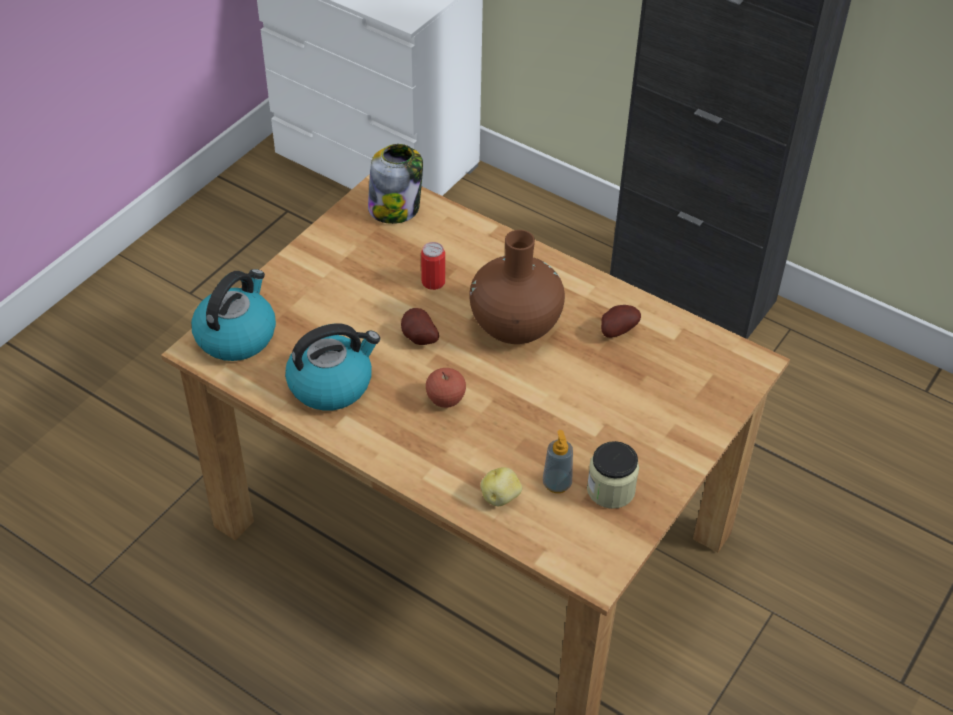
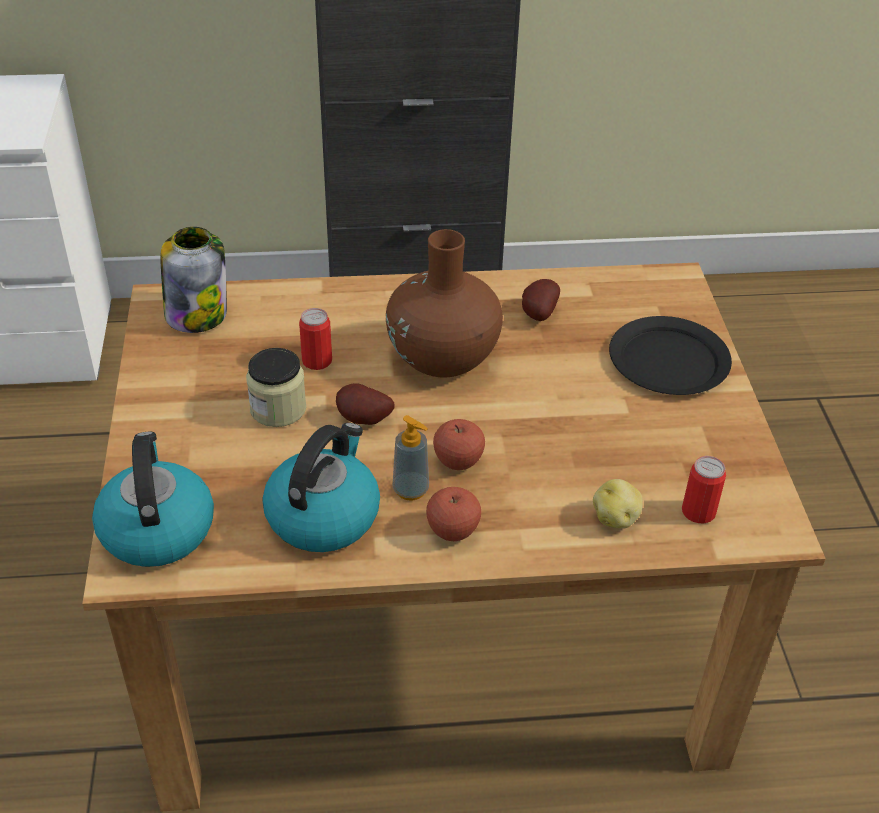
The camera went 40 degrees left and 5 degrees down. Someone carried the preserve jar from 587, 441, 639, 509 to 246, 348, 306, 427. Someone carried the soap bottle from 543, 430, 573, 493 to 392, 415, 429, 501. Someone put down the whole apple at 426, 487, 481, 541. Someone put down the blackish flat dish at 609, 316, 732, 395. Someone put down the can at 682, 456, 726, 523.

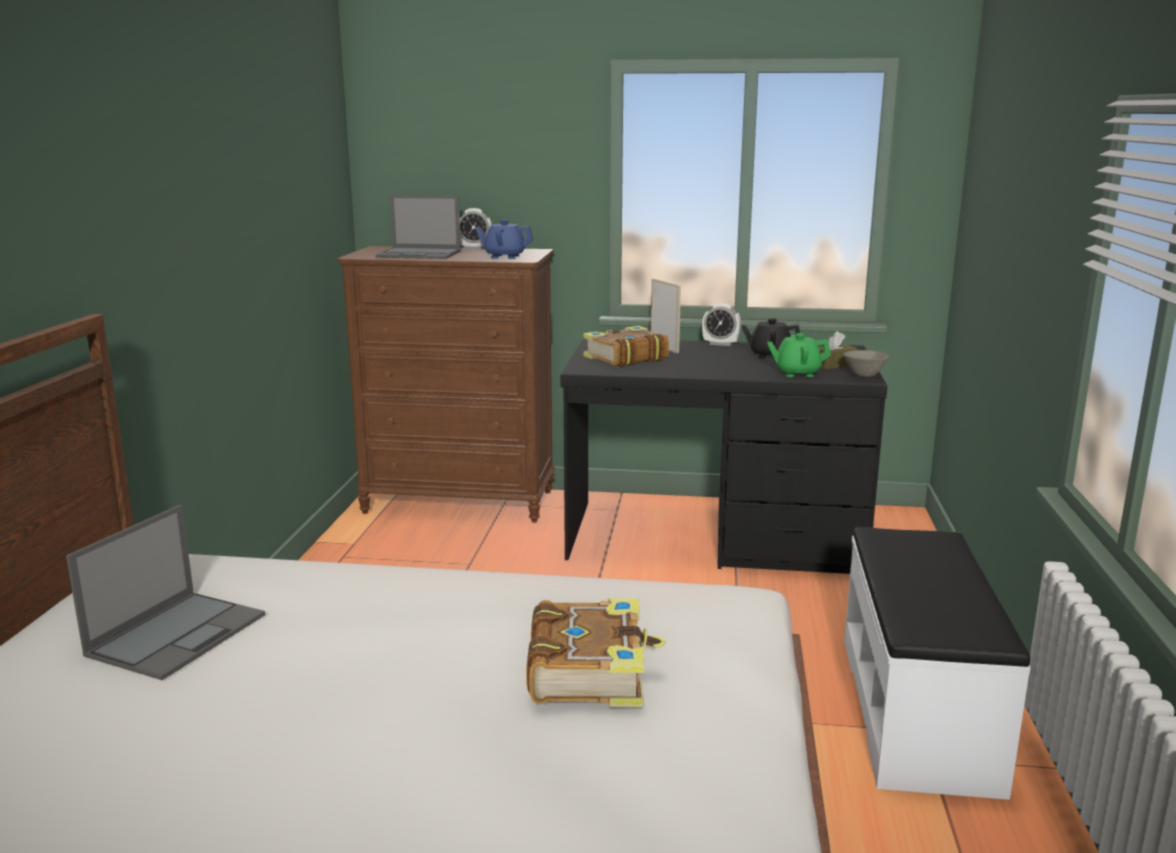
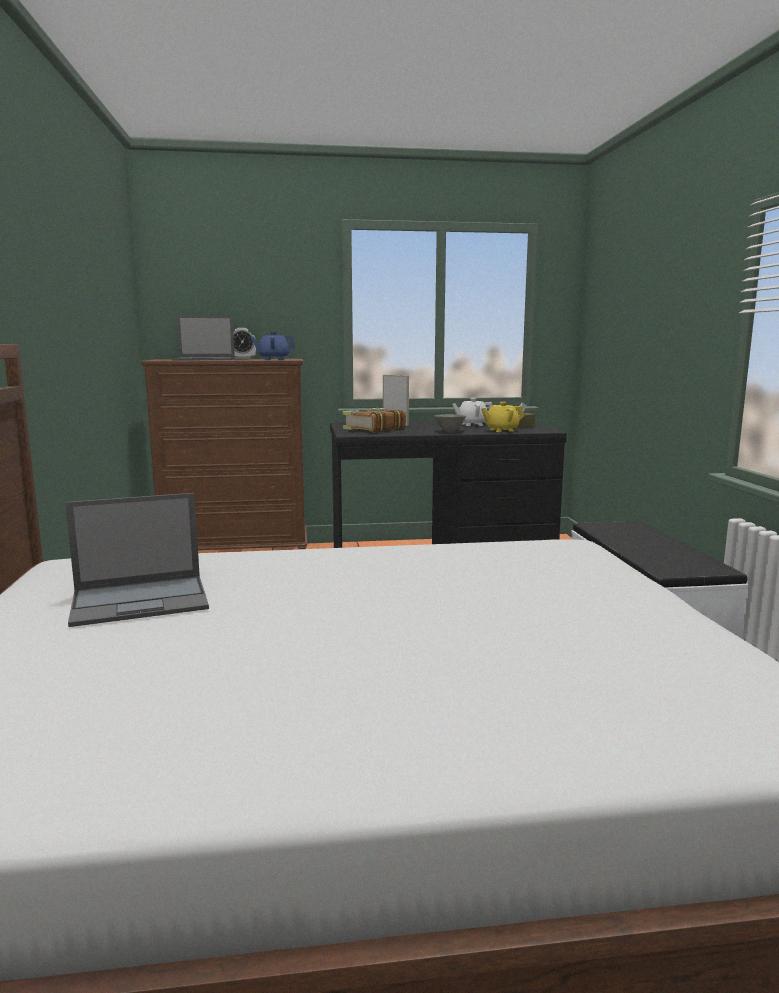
The camera went 15 degrees left and 5 degrees down. Someone rotated the portable computer at 66, 505, 265, 680 by 60 degrees clockwise. Someone carried the gray serving bowl from 844, 350, 889, 378 to 435, 414, 466, 432. Someone repainted the blackish tea pot at 741, 318, 800, 359, which became the whitish tea pot at 452, 398, 493, 426. Someone repainted the green tea pot at 767, 333, 831, 377, which became the yellow tea pot at 481, 402, 524, 432. Someone took away the book at 526, 598, 665, 707. Someone took away the bedside clock at 702, 303, 741, 346.

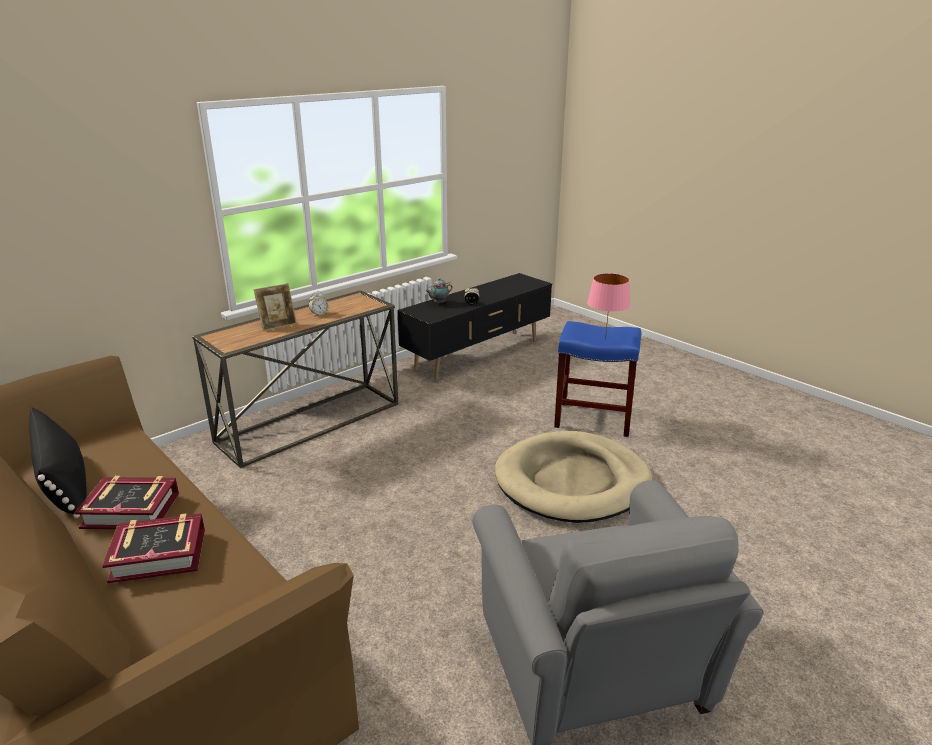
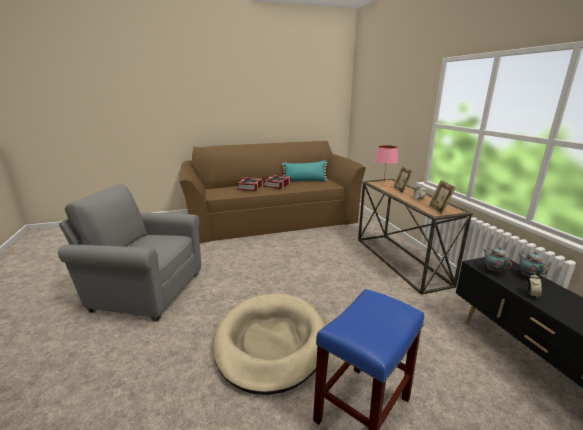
The camera went 115 degrees right and 5 degrees down. Someone repainted the blackish pillow at 29, 407, 87, 518, which became the turquoise-coloured pillow at 282, 160, 327, 181. Someone carried the pink-coloured tabletop lamp from 587, 273, 631, 340 to 374, 145, 398, 179. Someone put down the picture frame at 428, 180, 456, 215. Someone put down the tea pot at 483, 246, 512, 273.

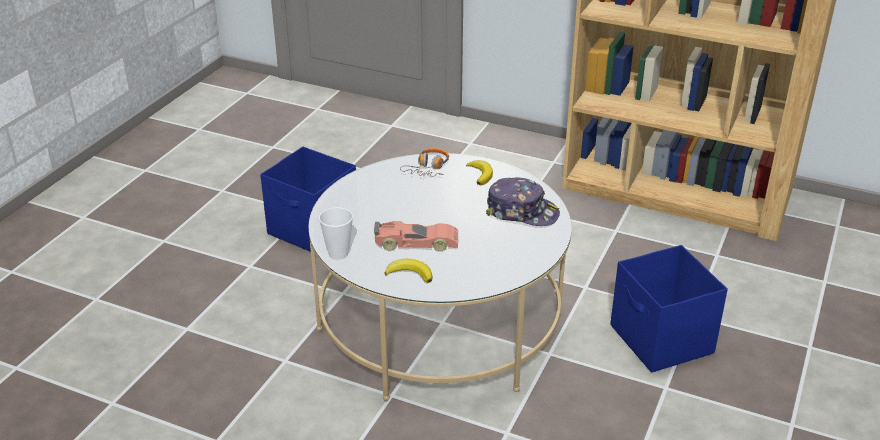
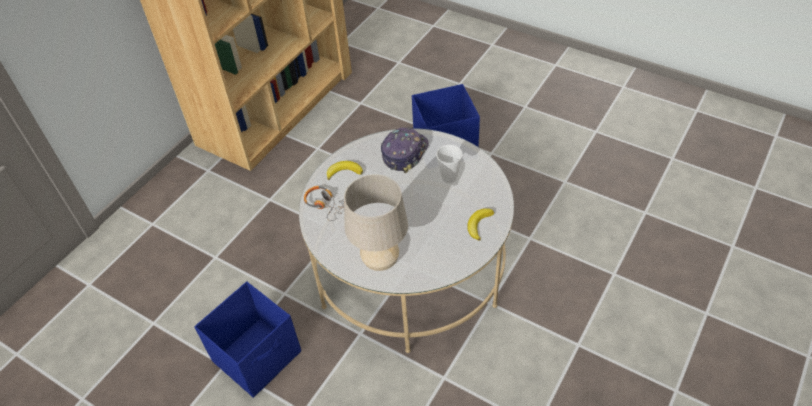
The camera went 80 degrees left and 15 degrees up. Someone put down the sand-coloured tabletop lamp at 344, 174, 408, 271. Someone carried the cup from 319, 207, 353, 260 to 436, 145, 463, 183. Someone took away the model car at 374, 221, 458, 251.

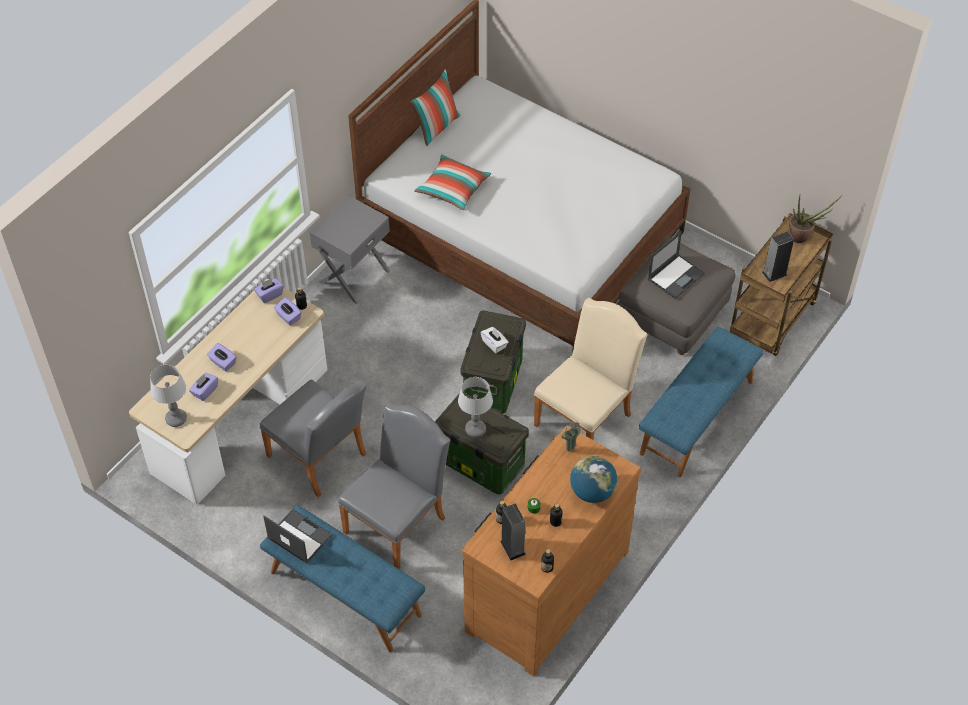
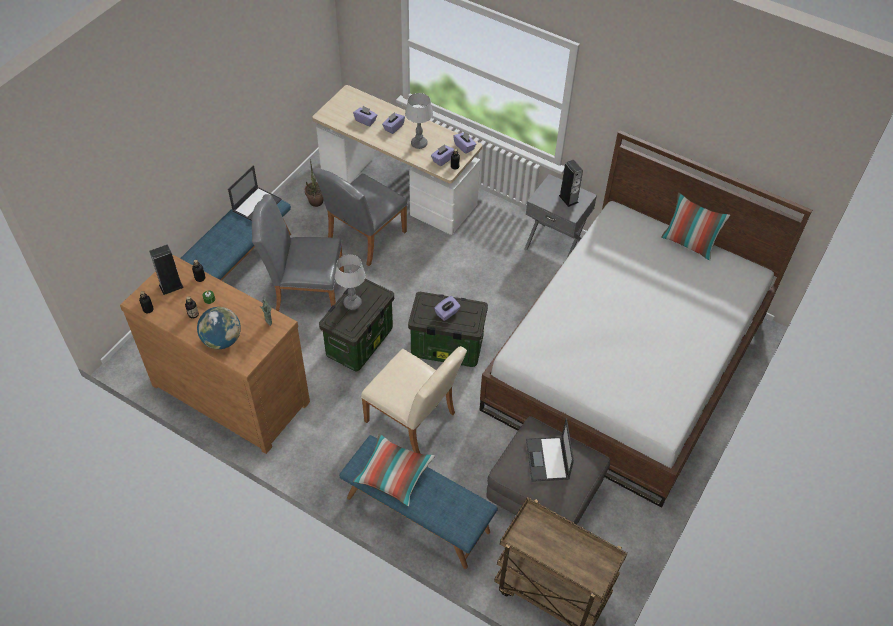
The camera went 85 degrees right and 0 degrees up. Someone rotated the gray chair at 338, 401, 450, 569 by 150 degrees clockwise. Someone carried the houseplant from 789, 195, 841, 243 to 305, 159, 324, 207. Someone carried the pillow from 414, 154, 491, 210 to 353, 434, 435, 506. Someone carried the tabletop lamp from 150, 365, 187, 427 to 405, 93, 433, 149. Someone repainted the whitish tissue box at 481, 327, 508, 353, which became the purple-coloured tissue box at 434, 296, 461, 321. Someone rotated the portable computer at 648, 231, 705, 299 by 45 degrees clockwise. Someone carried the audio speaker from 762, 231, 794, 282 to 559, 160, 583, 207.

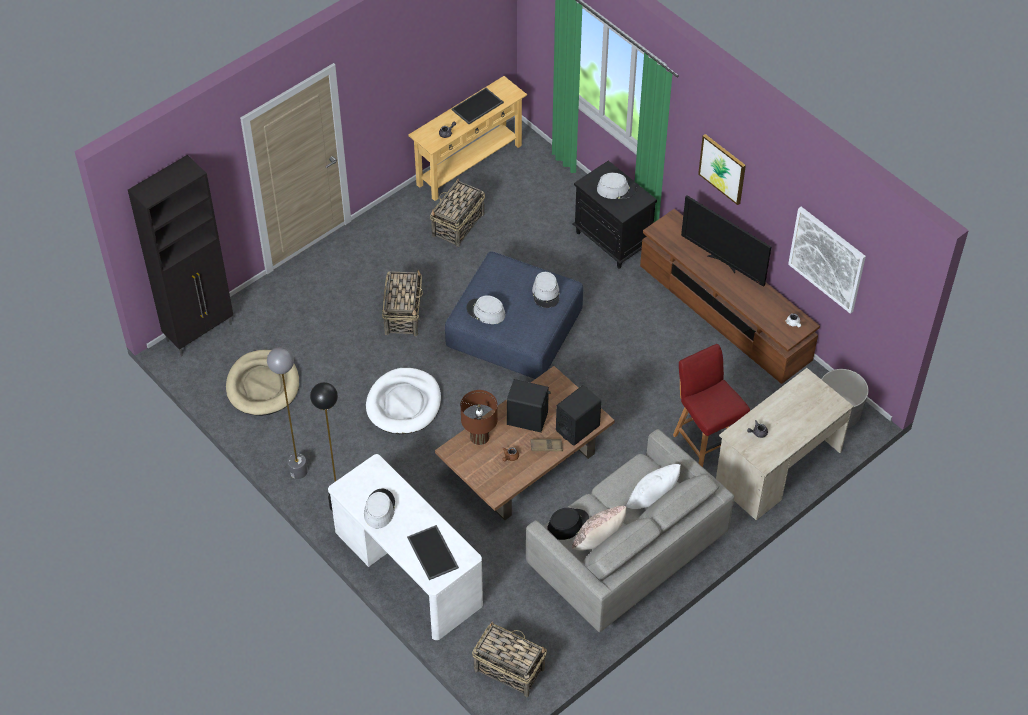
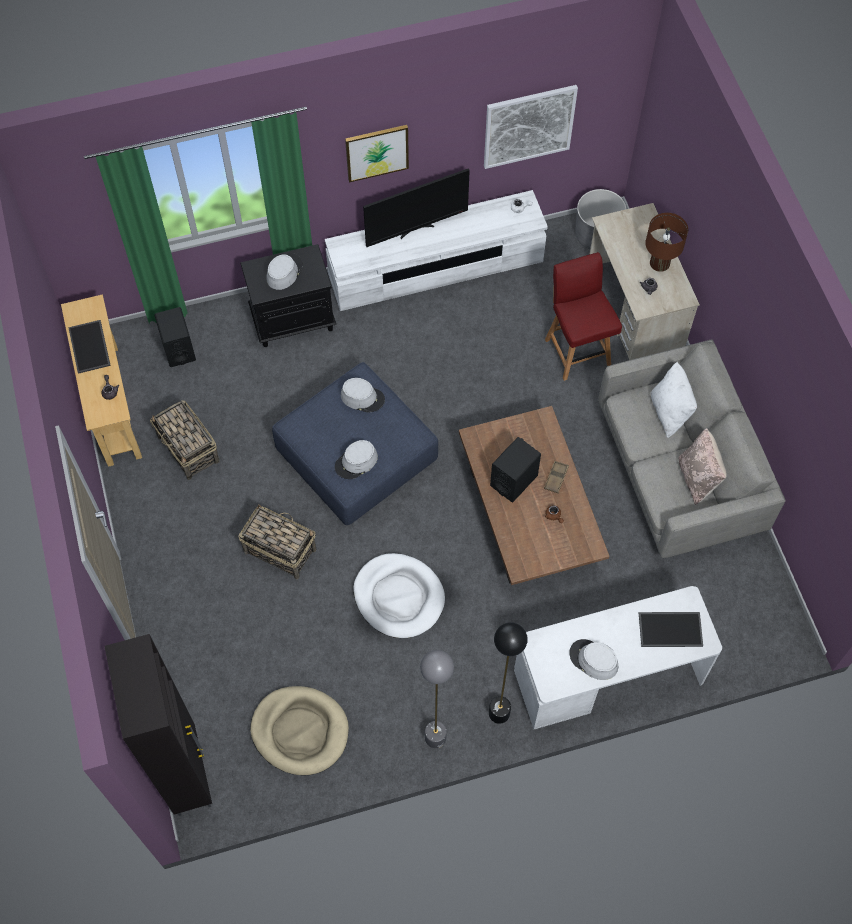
The camera went 65 degrees left and 10 degrees up. Someone carried the blackish audio speaker from 556, 385, 601, 446 to 154, 307, 196, 367. Someone repainted the brown tv unit at 640, 209, 820, 384, which became the whitish tv unit at 325, 190, 548, 311. Someone rotated the red chair at 673, 344, 750, 467 by 75 degrees clockwise. Someone carried the brown tabletop lamp from 460, 390, 498, 445 to 645, 213, 688, 272. Someone took away the basket at 472, 622, 547, 697. Someone took away the blackish wearable hat at 547, 508, 589, 540.

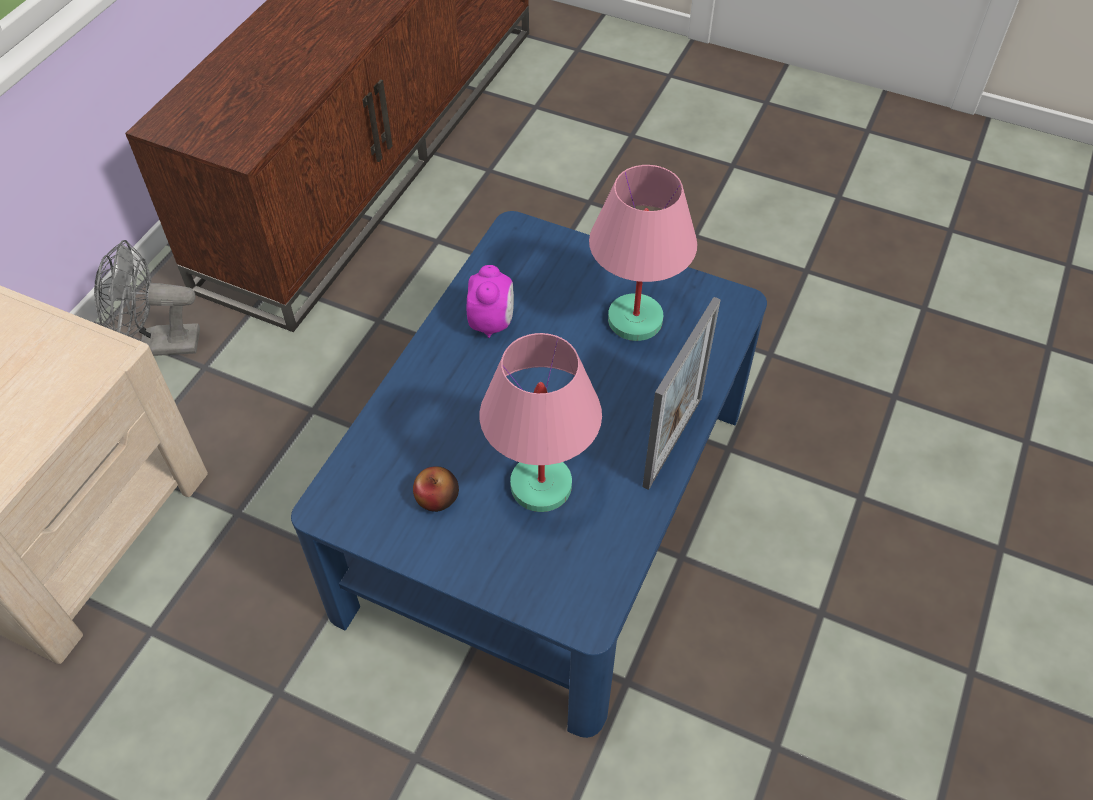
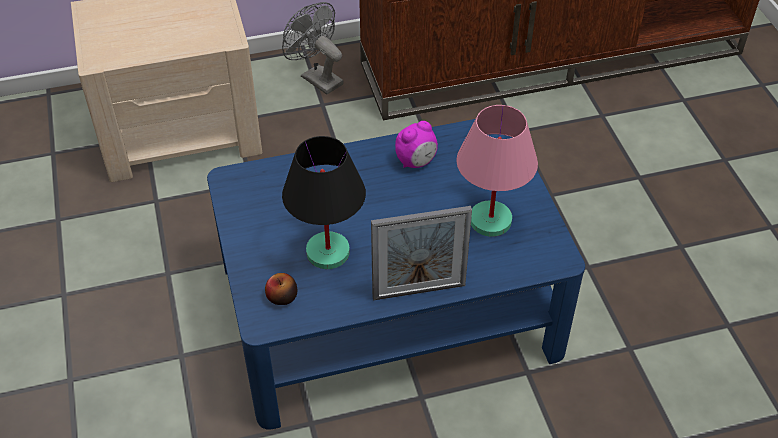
The camera went 50 degrees right and 5 degrees down. Someone carried the whole apple from 413, 466, 459, 512 to 265, 273, 297, 305. Someone repainted the pink-coloured tabletop lamp at 480, 333, 602, 512, which became the blackish tabletop lamp at 282, 136, 366, 269.

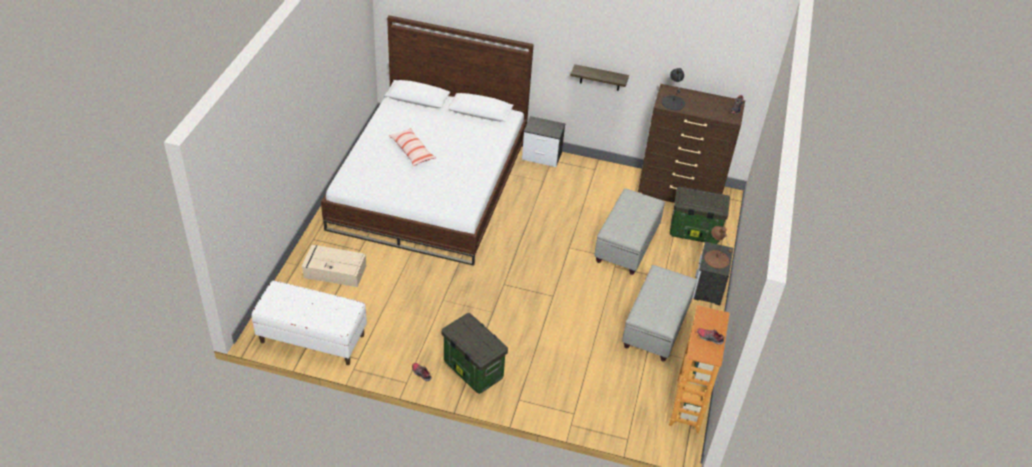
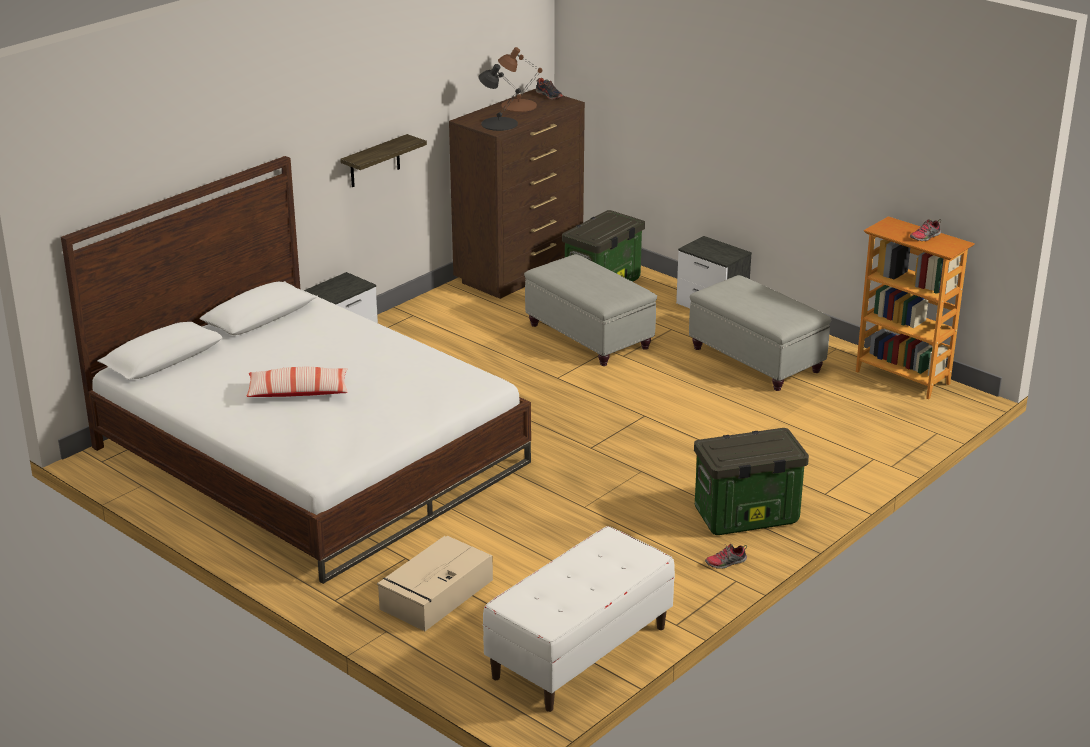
The camera went 60 degrees left and 15 degrees down. Someone carried the brown tabletop lamp from 704, 226, 732, 269 to 498, 47, 542, 112.

